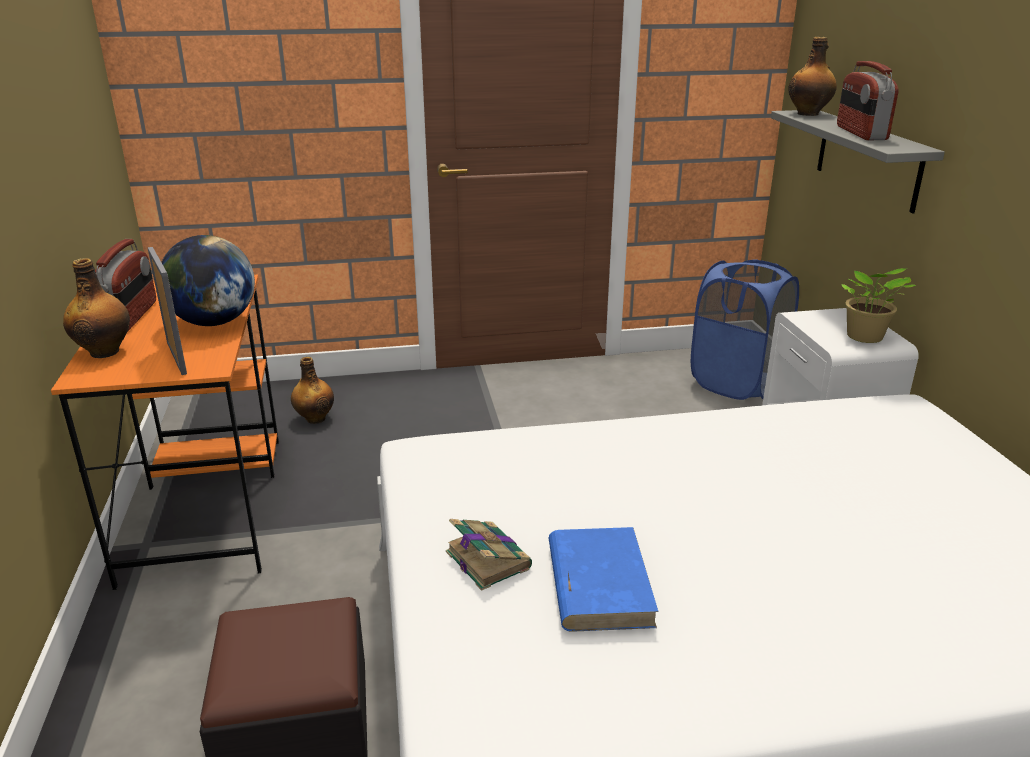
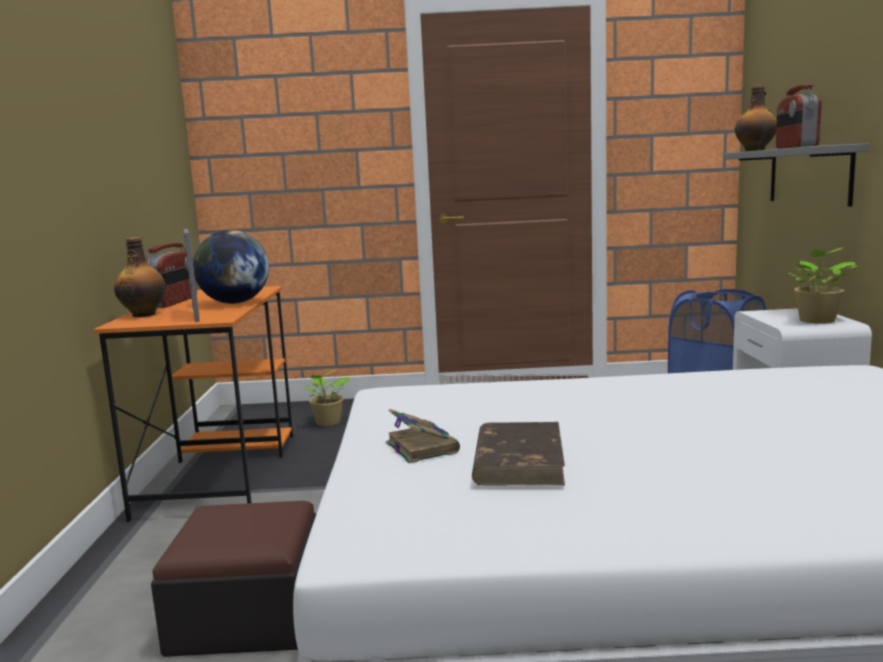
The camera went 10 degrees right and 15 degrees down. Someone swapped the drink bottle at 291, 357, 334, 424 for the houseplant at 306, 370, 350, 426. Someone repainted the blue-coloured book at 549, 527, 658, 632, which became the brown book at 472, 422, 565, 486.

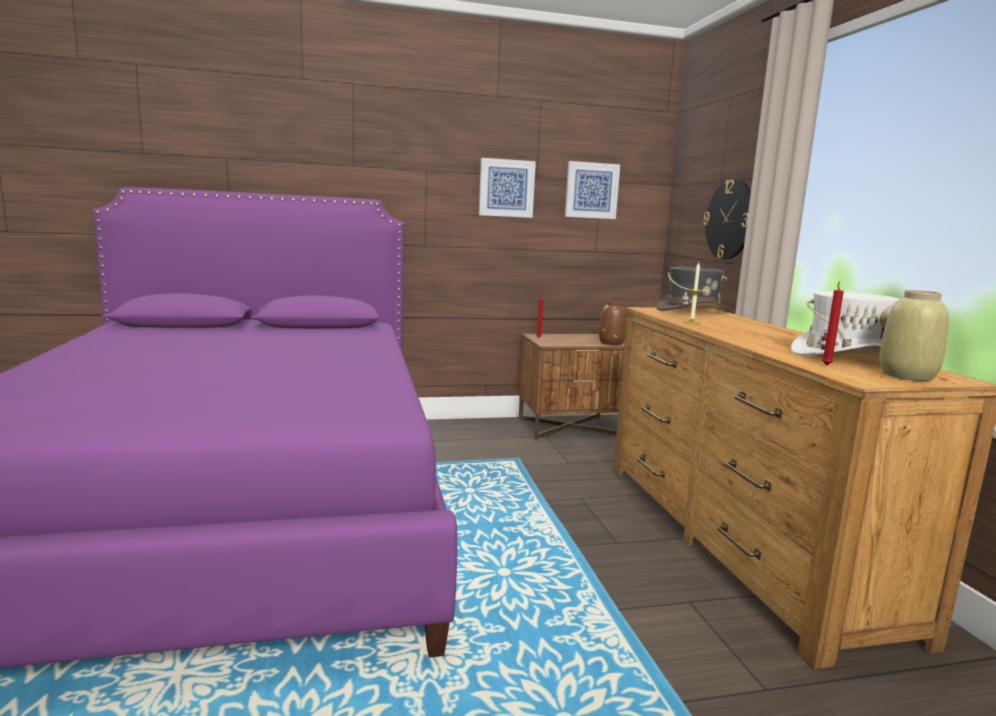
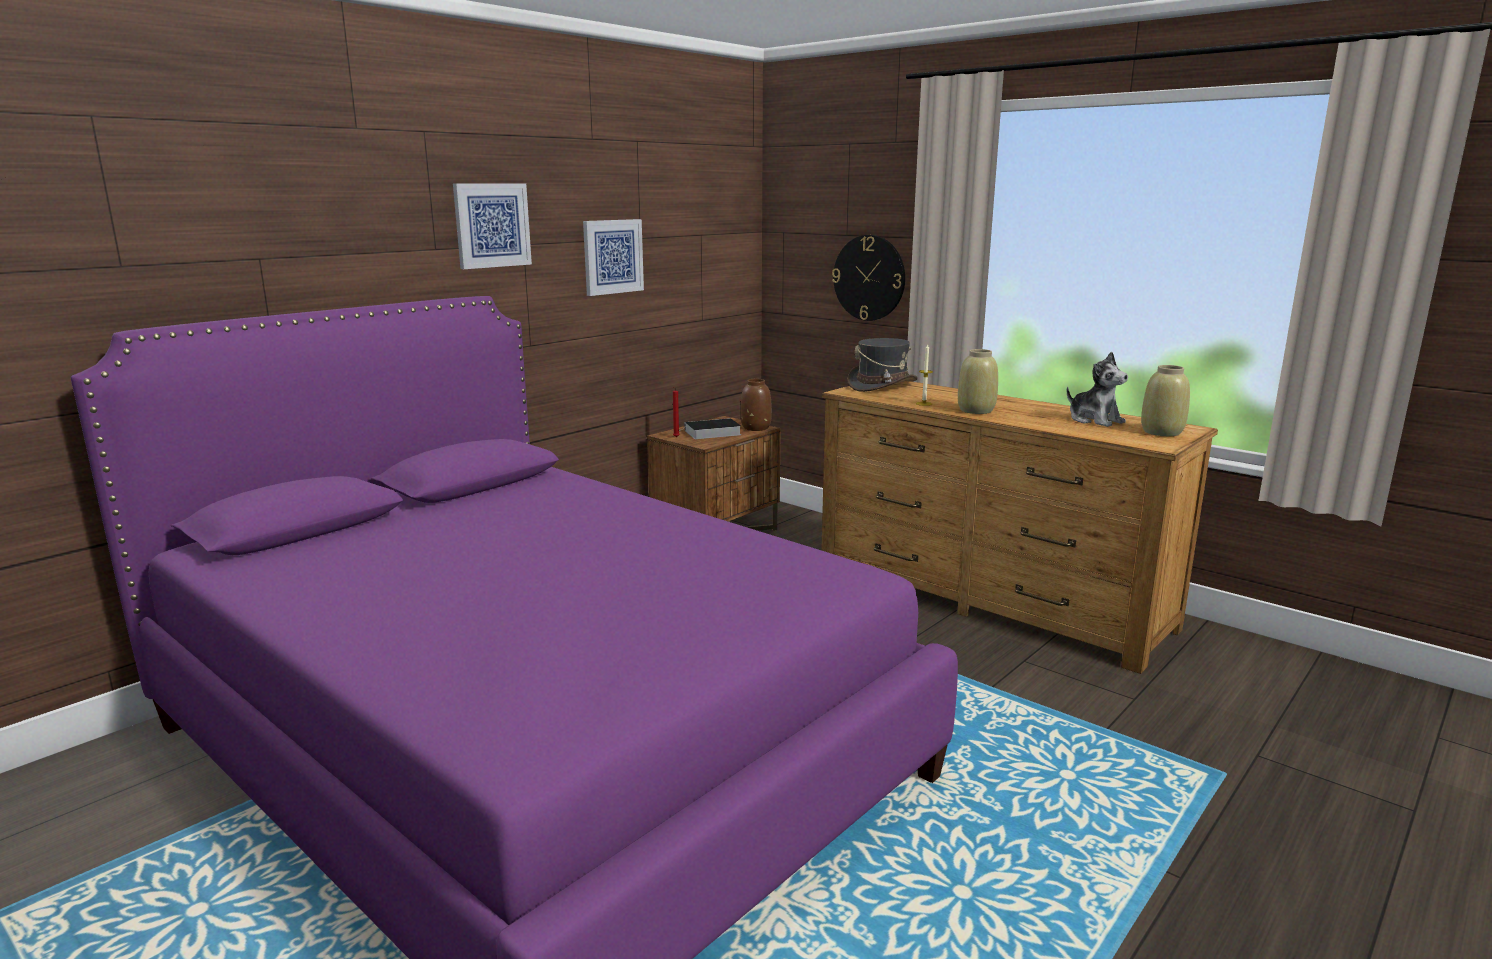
The camera went 35 degrees left and 5 degrees up. Someone carried the wall picture from 565, 161, 620, 219 to 453, 183, 532, 269. Someone put down the book at 679, 418, 741, 439. Someone put down the sand-coloured vase at 958, 349, 998, 414. Someone swapped the whitish wearable hat at 791, 291, 900, 356 for the plush toy at 1067, 352, 1128, 427. Someone took away the red wax candle at 822, 281, 844, 365.

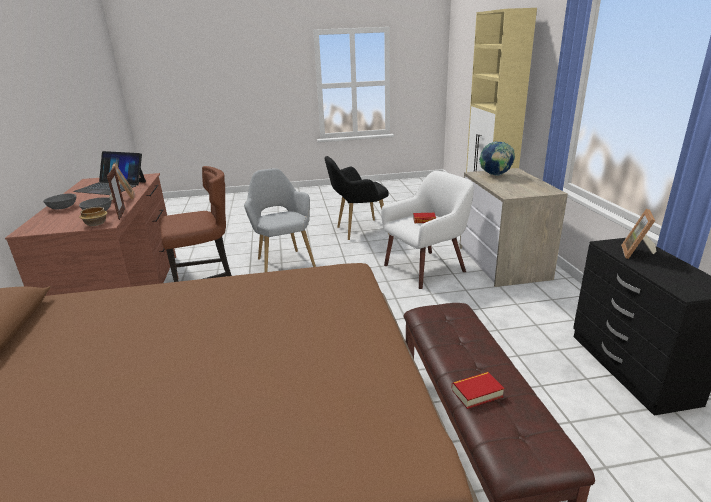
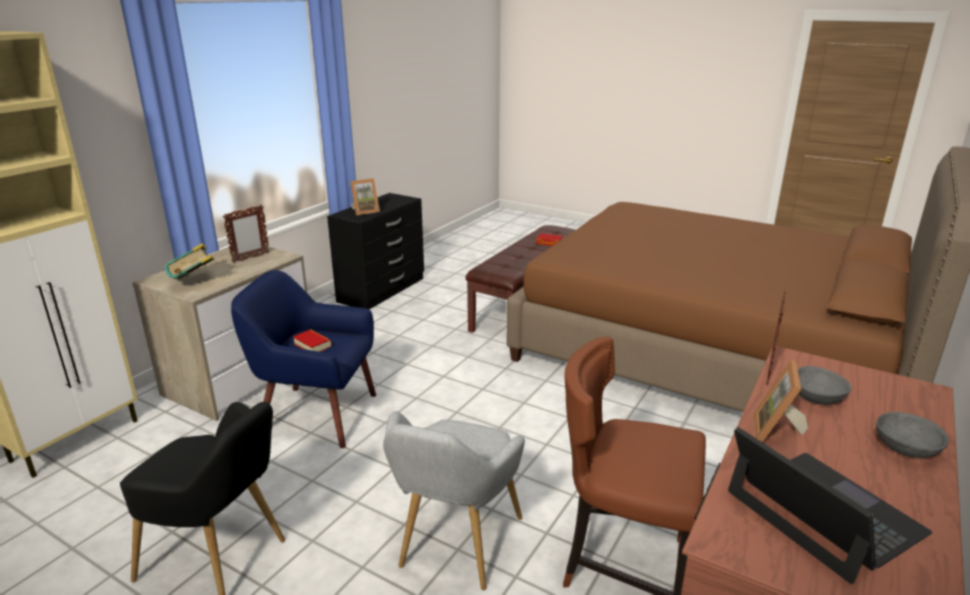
The camera went 140 degrees left and 0 degrees up. Someone swapped the desk globe at 479, 141, 515, 176 for the book at 165, 243, 214, 279. Someone put down the picture frame at 223, 205, 270, 263. Someone repainted the whitish lounge chair at 381, 171, 474, 289, which became the blue-coloured lounge chair at 231, 270, 376, 448. Someone took away the serving bowl at 79, 207, 108, 226.

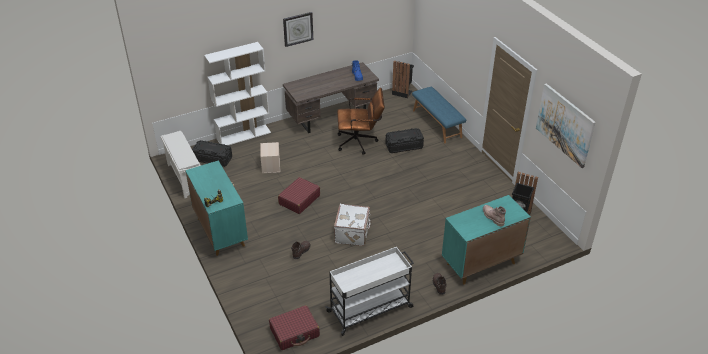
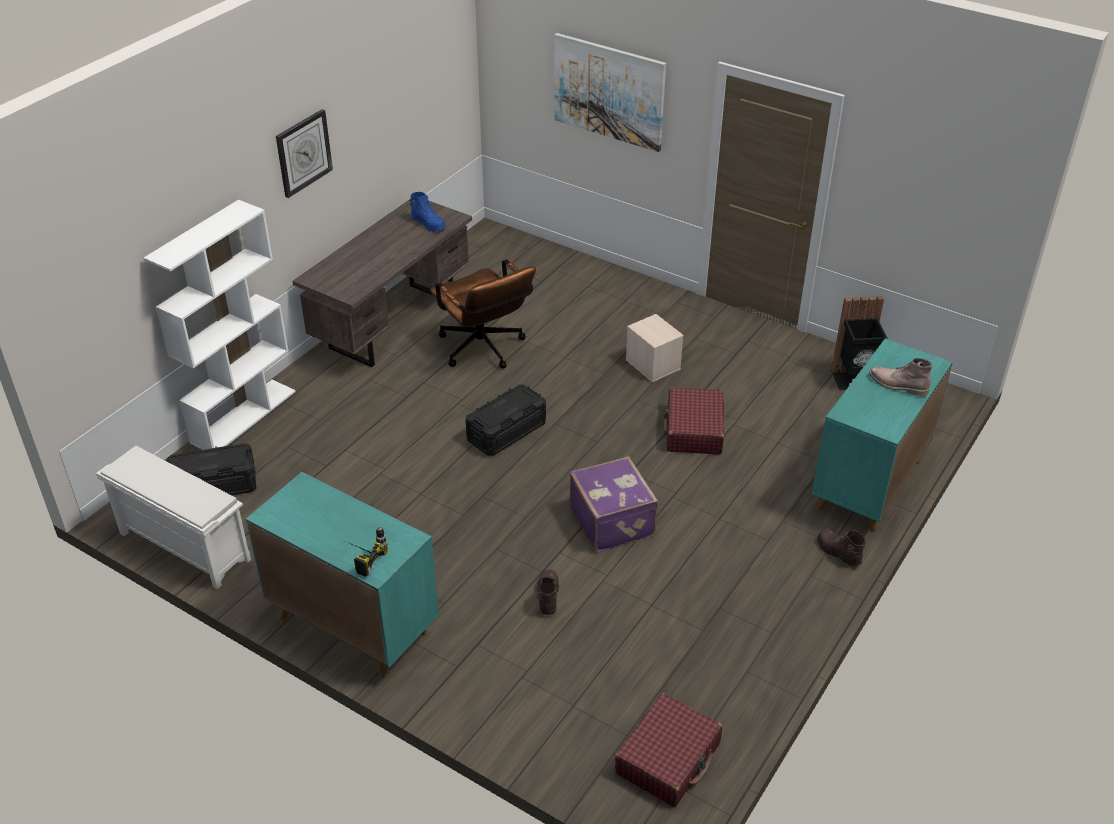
The camera went 30 degrees left and 0 degrees up. Someone rotated the brown desk chair at 337, 88, 385, 155 by 90 degrees clockwise. Someone carried the blackish storage bin from 385, 128, 424, 153 to 466, 385, 546, 456. Someone carried the wall picture from 536, 83, 596, 168 to 555, 33, 666, 152. Someone repainted the whitish suitcase at 334, 204, 372, 246, which became the purple-coloured suitcase at 569, 456, 659, 552. Someone carried the sand-coloured storage bin from 260, 142, 280, 173 to 626, 314, 684, 382. Someone carried the red suitcase from 278, 177, 320, 214 to 664, 388, 724, 455. Someone took away the whitish cart at 325, 247, 414, 336. Someone took away the blackish trash can at 392, 61, 414, 98. Someone took away the blue-coloured indoor bench at 412, 87, 466, 143.

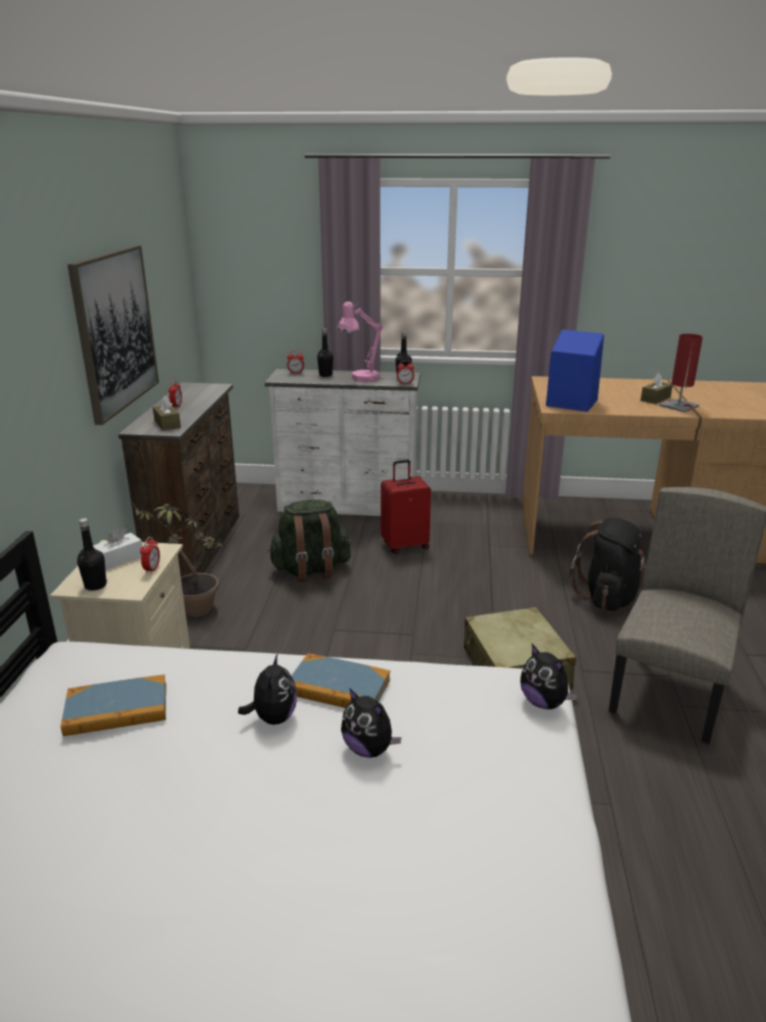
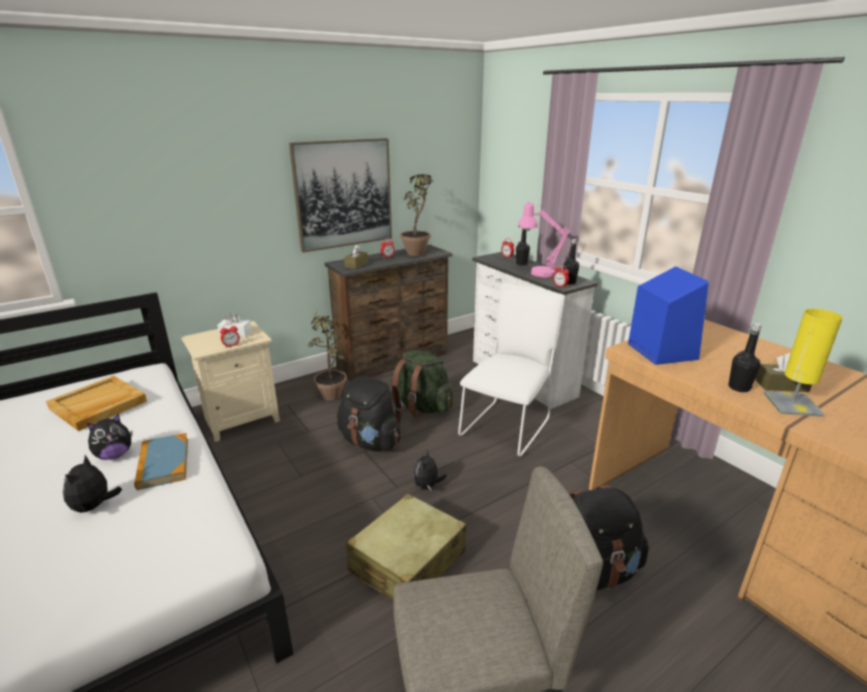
The camera went 50 degrees right and 0 degrees up. Someone swapped the book at 61, 674, 166, 736 for the sand-coloured carrying tray at 46, 376, 147, 431. Someone put down the blackish backpack at 337, 376, 403, 451. Someone put down the houseplant at 400, 174, 434, 256. Someone carried the plush toy from 520, 644, 577, 709 to 413, 450, 447, 490. Someone swapped the red suitcase at 381, 460, 431, 554 for the whitish chair at 458, 283, 565, 457. Someone carried the blackish drink bottle from 77, 518, 107, 591 to 728, 323, 762, 392. Someone repainted the red tabletop lamp at 659, 334, 703, 412, which became the yellow tabletop lamp at 764, 309, 843, 417.

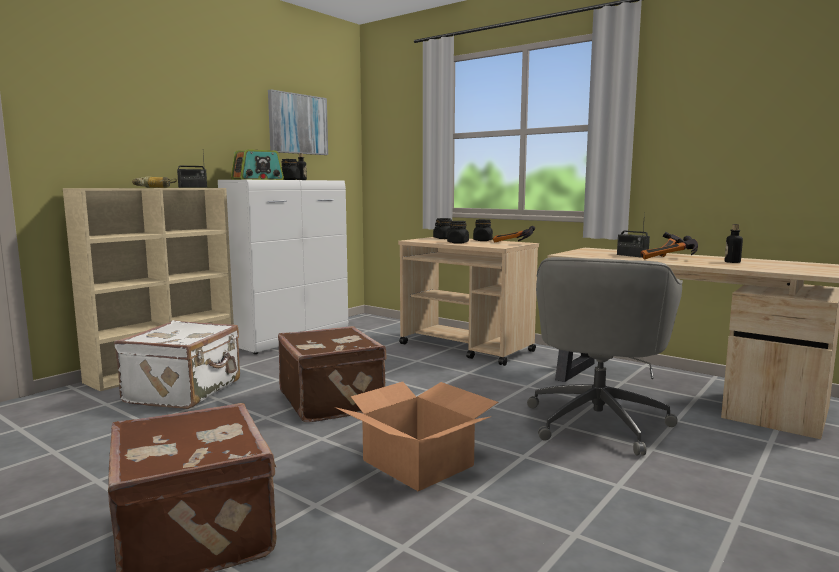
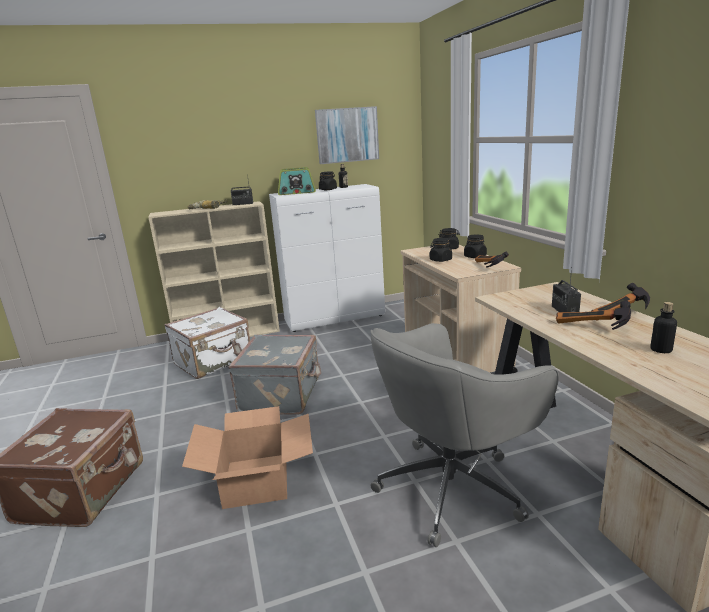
The camera went 35 degrees right and 10 degrees up. Someone repainted the brown suitcase at 278, 326, 386, 422, which became the gray suitcase at 228, 335, 321, 415.

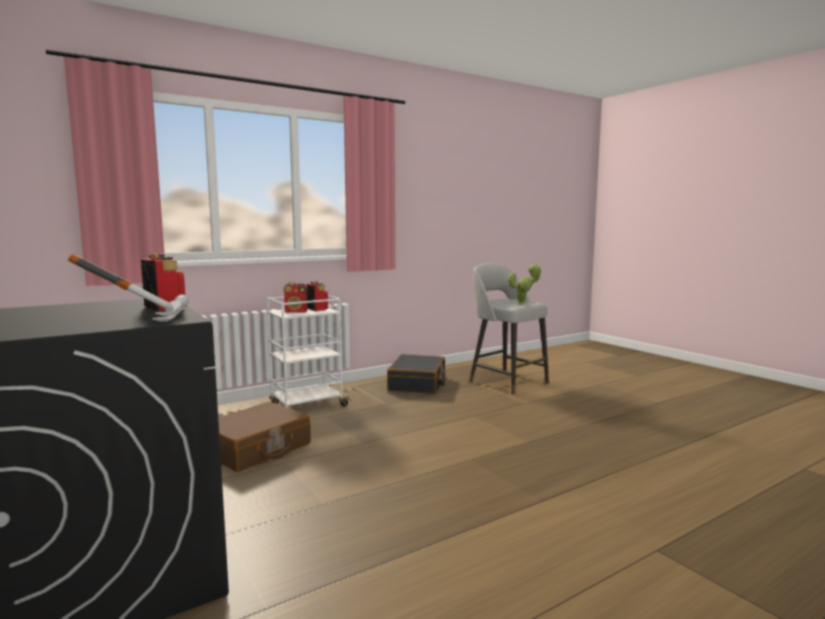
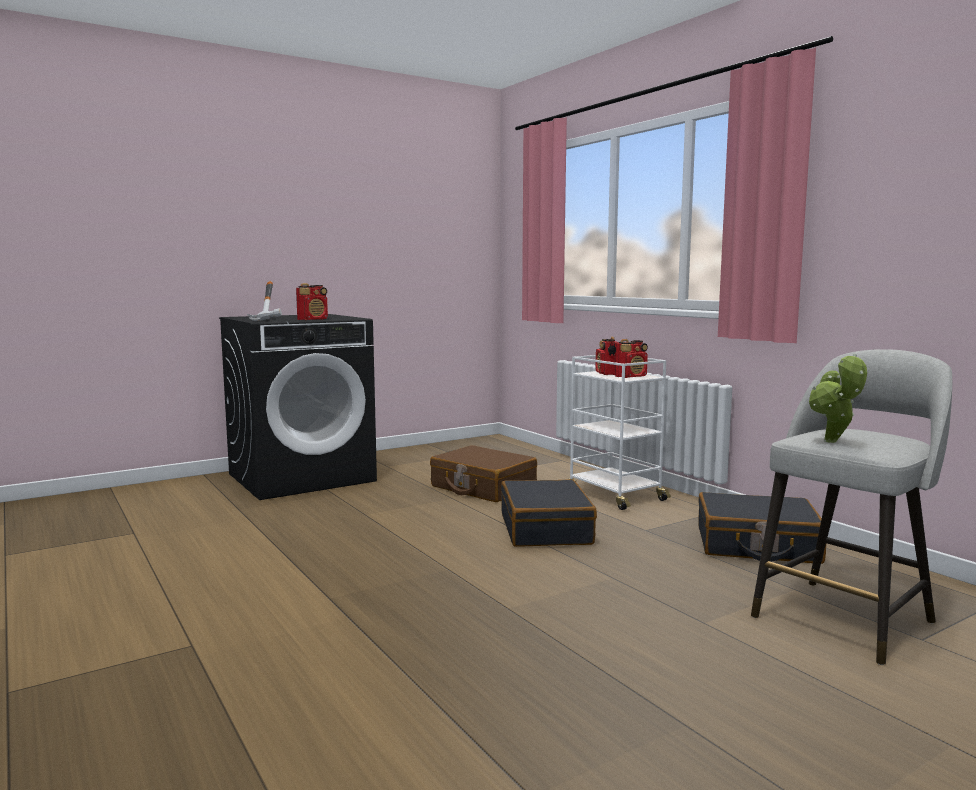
The camera went 90 degrees right and 0 degrees up. Someone put down the blackish suitcase at 501, 479, 597, 547.

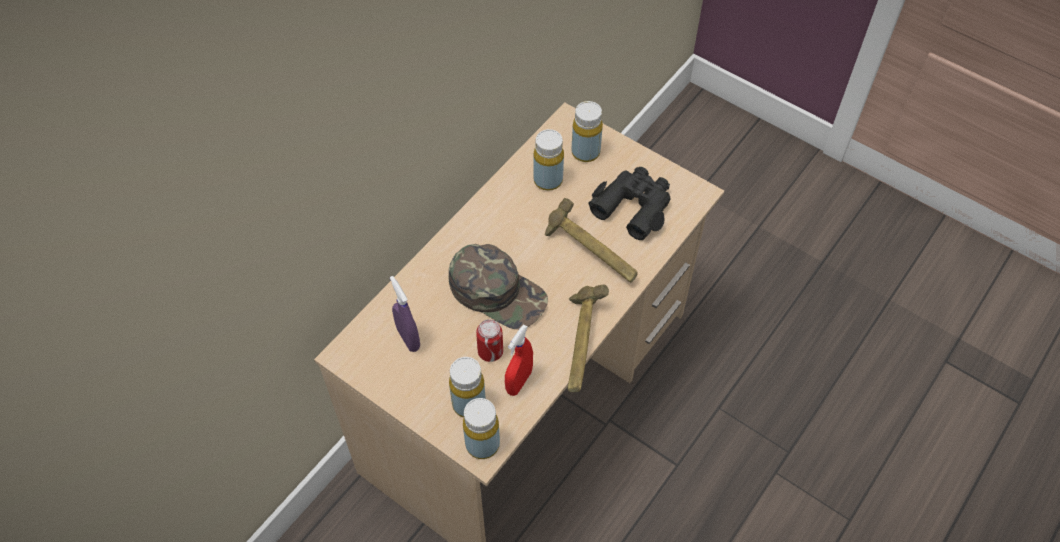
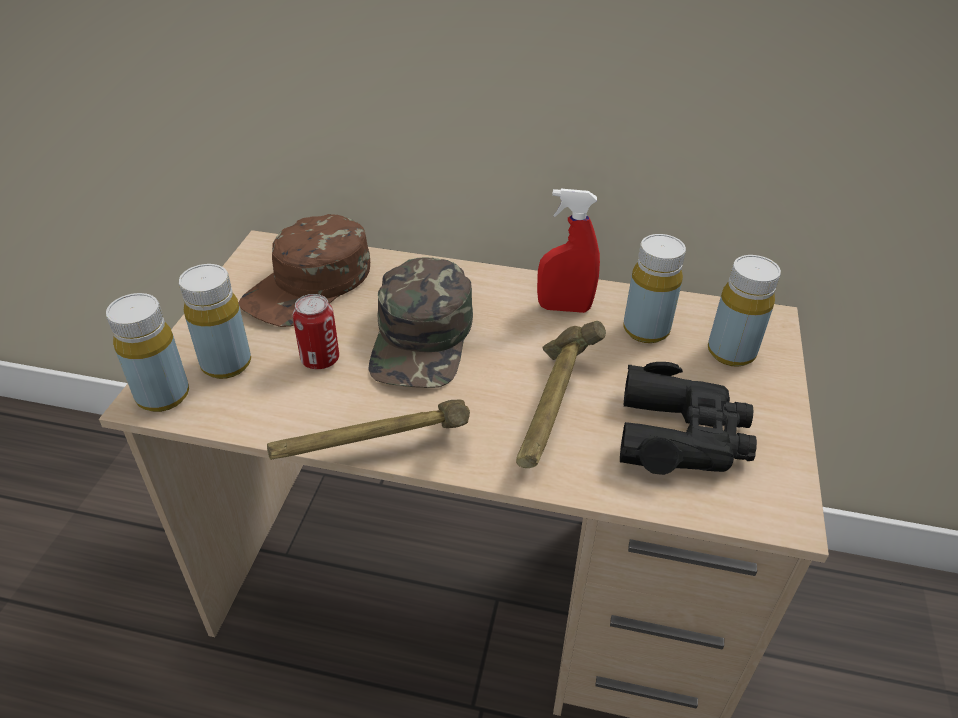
The camera went 65 degrees right and 15 degrees down. Someone swapped the purple-coloured sprayer at 390, 276, 420, 352 for the brown cap at 239, 214, 370, 327. Someone carried the red sprayer from 505, 325, 533, 396 to 537, 189, 600, 313.

